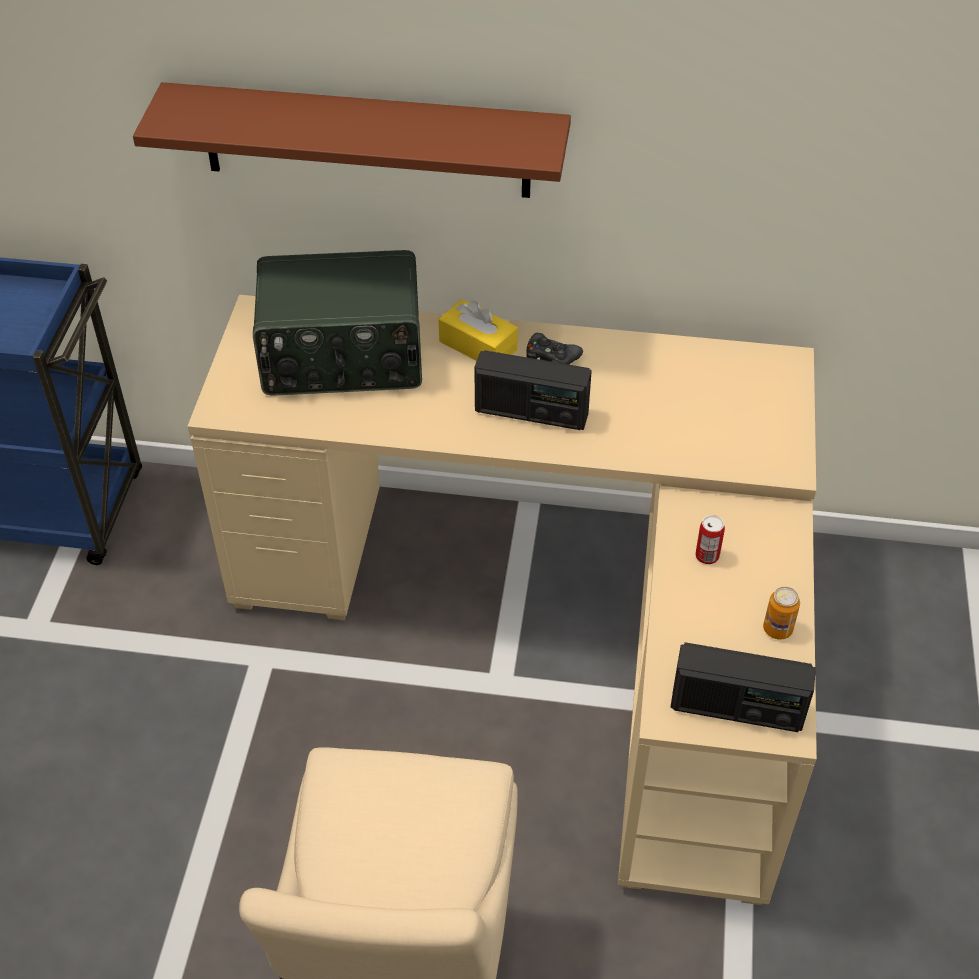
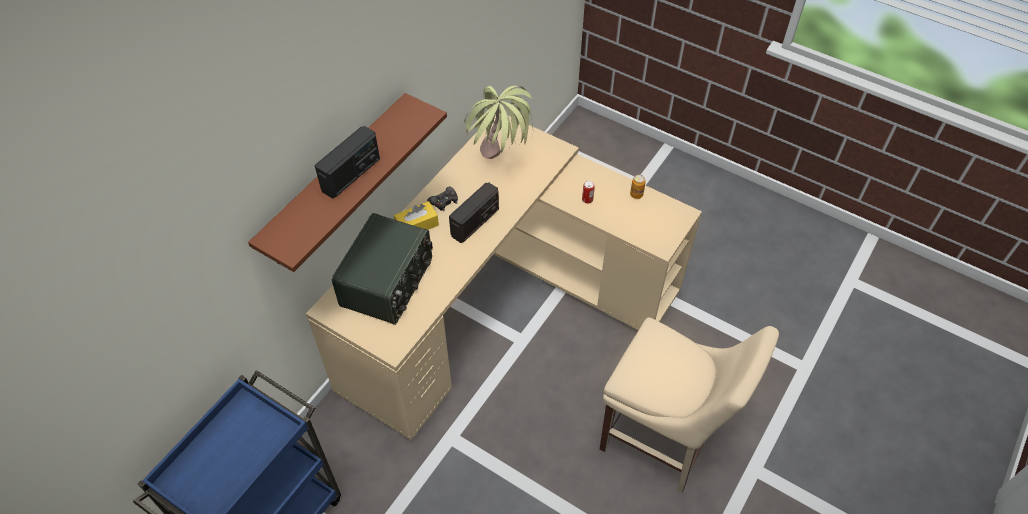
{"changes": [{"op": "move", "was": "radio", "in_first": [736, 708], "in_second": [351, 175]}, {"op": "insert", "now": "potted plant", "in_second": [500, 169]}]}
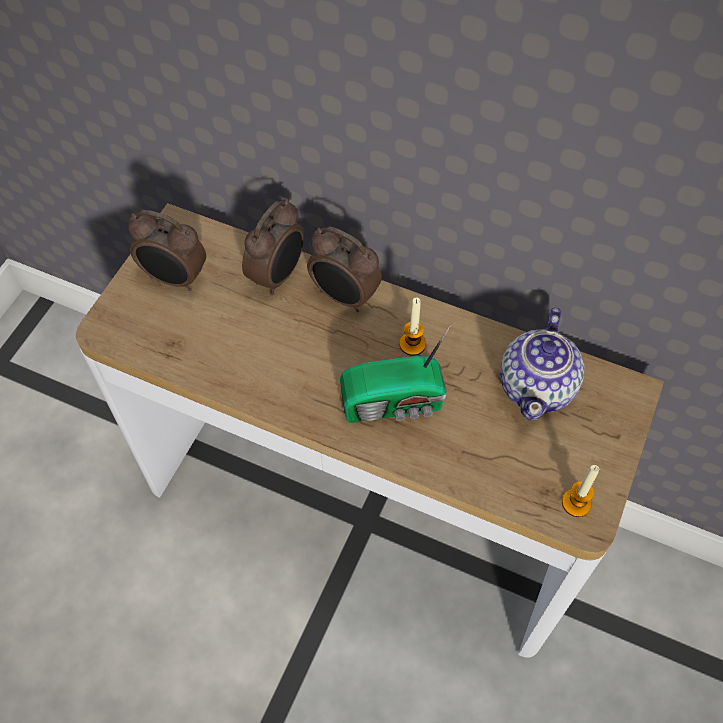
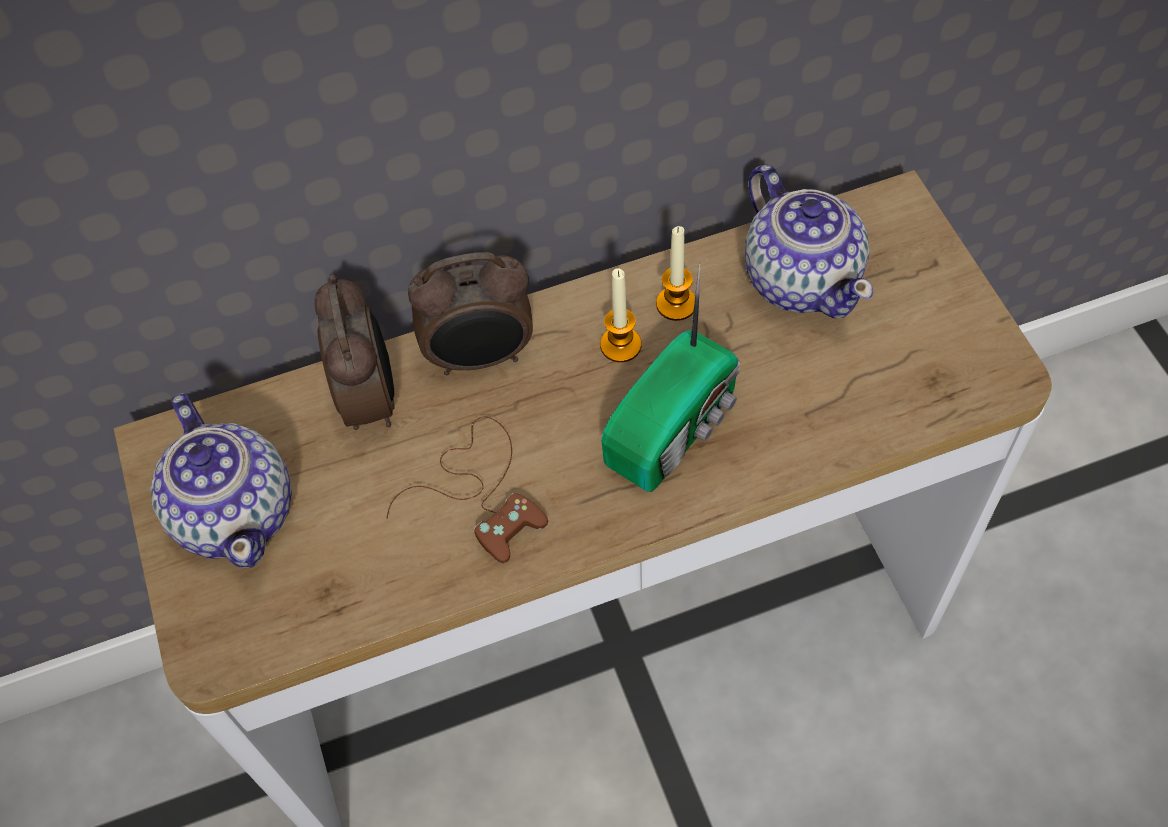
{"changes": [{"op": "replace", "was": "alarm clock", "now": "teapot", "in_first": [175, 279], "in_second": [237, 511]}, {"op": "move", "was": "candle", "in_first": [576, 503], "in_second": [676, 304]}, {"op": "insert", "now": "game controller/brown", "in_second": [481, 490]}]}
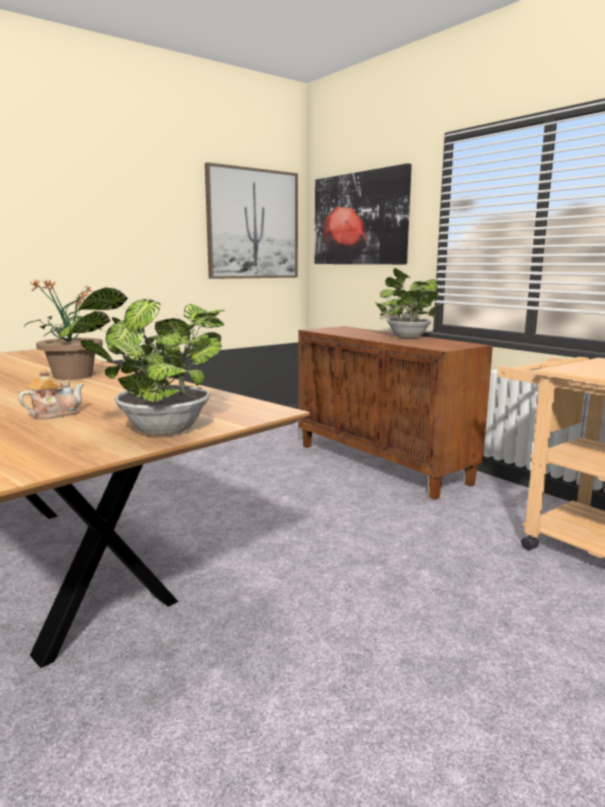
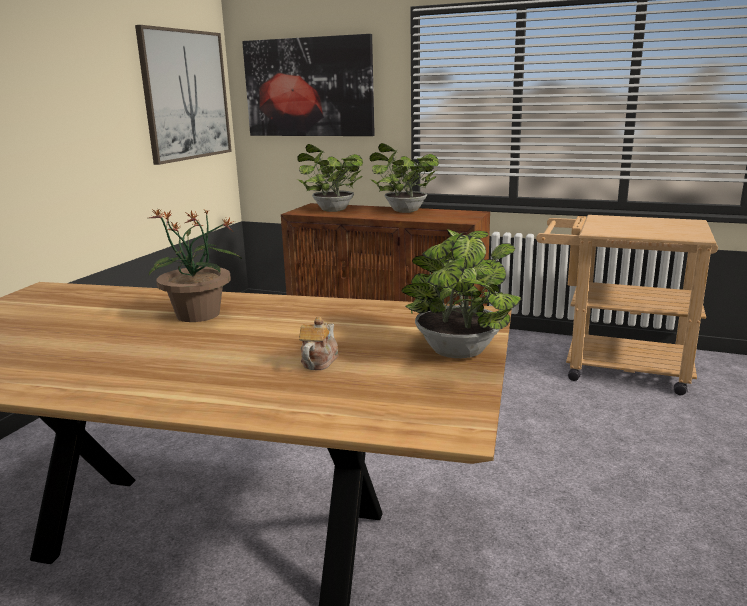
{"changes": [{"op": "insert", "now": "potted plant", "in_second": [331, 210]}]}
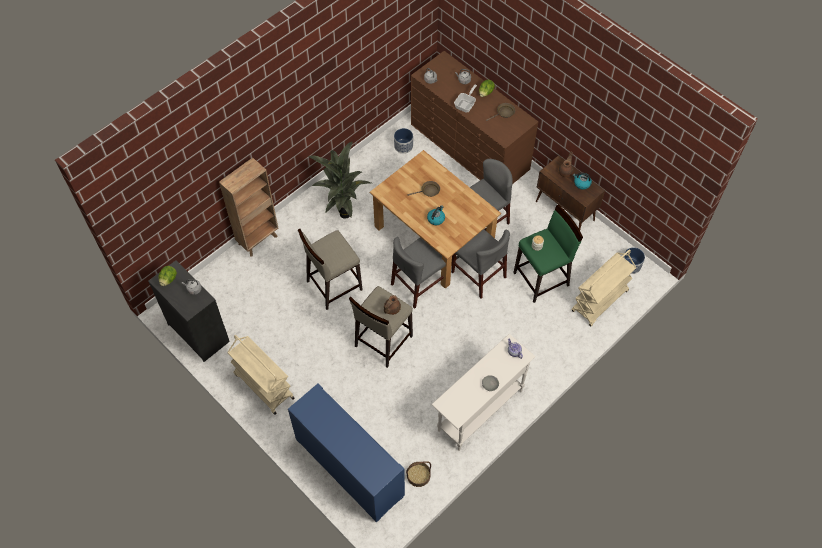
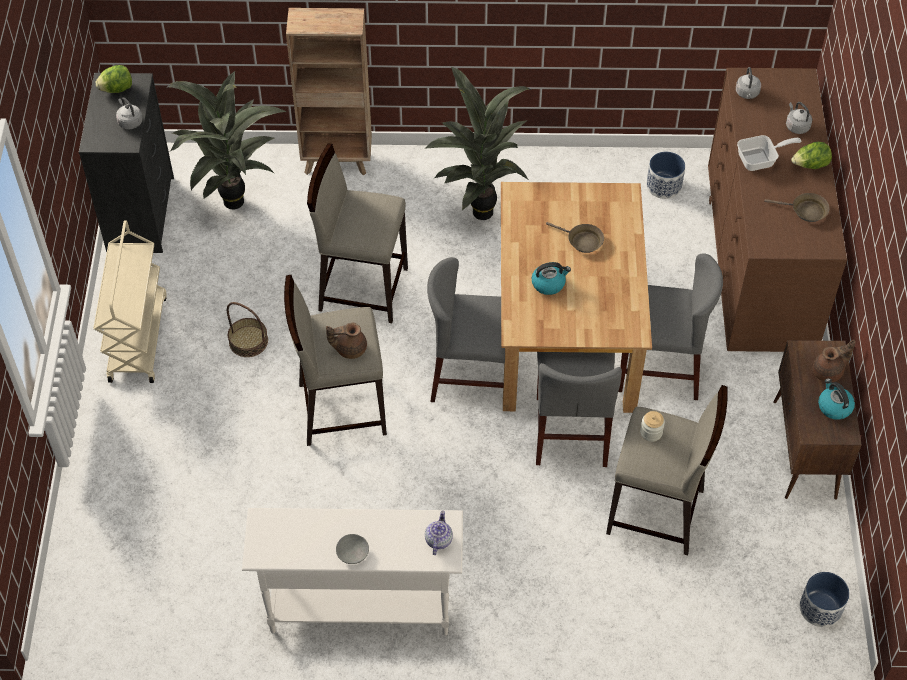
{"changes": [{"op": "delete", "was": "cabinet/blue", "in_first": [349, 467]}, {"op": "move", "was": "basket", "in_first": [418, 475], "in_second": [248, 341]}, {"op": "recolor", "was": "stool/green", "now": "stool/beige", "in_first": [542, 279], "in_second": [656, 513]}, {"op": "delete", "was": "cart/beige", "in_first": [600, 301]}, {"op": "insert", "now": "potted plant", "in_second": [234, 205]}]}
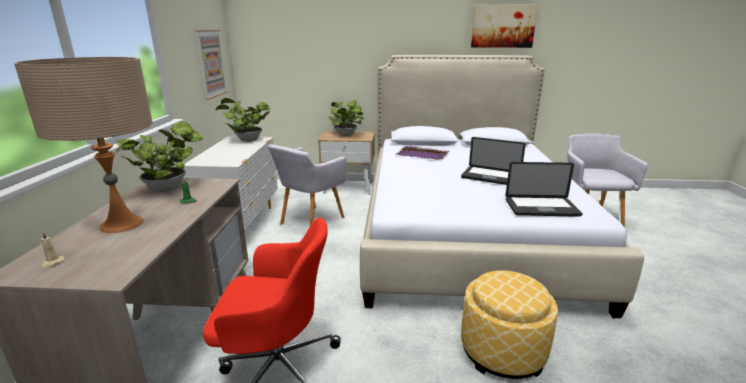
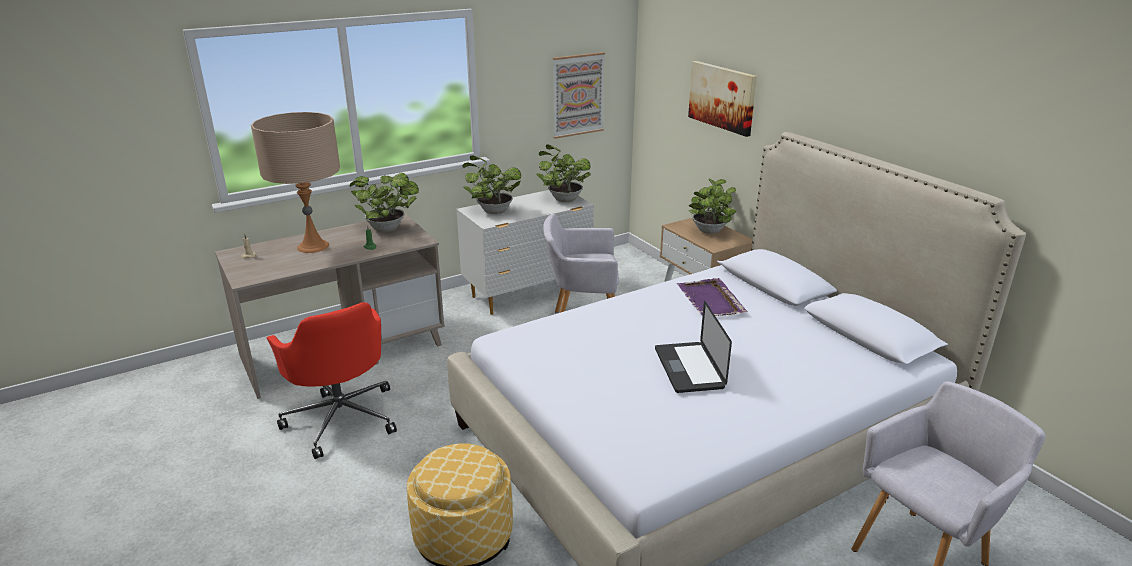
{"changes": [{"op": "move", "was": "picture", "in_first": [503, 26], "in_second": [722, 97]}, {"op": "delete", "was": "laptop", "in_first": [541, 208]}, {"op": "insert", "now": "potted plant", "in_second": [492, 211]}]}
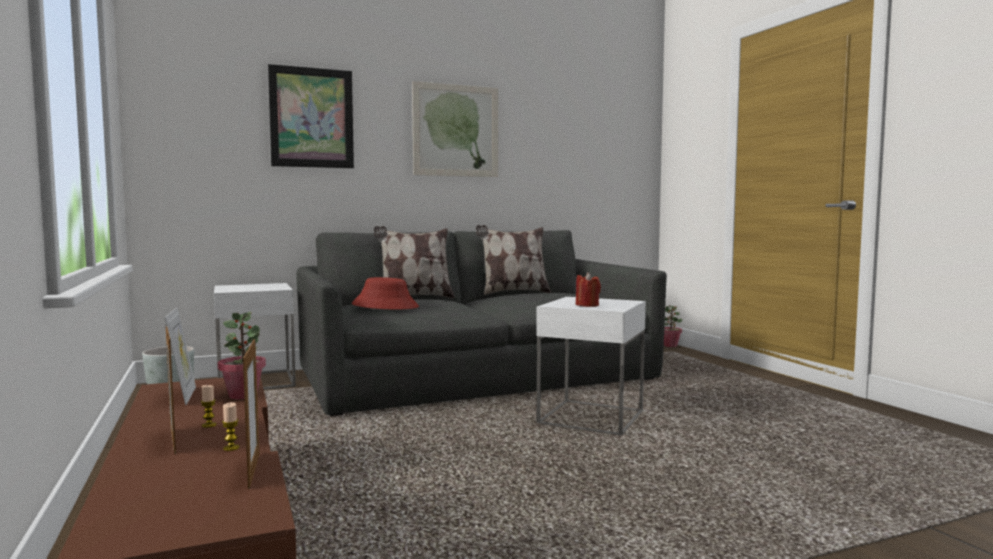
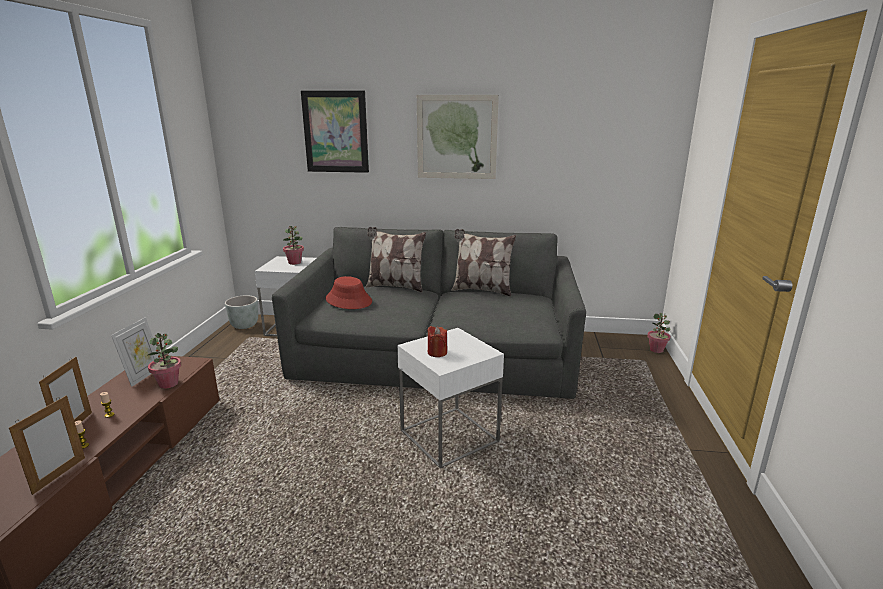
{"changes": [{"op": "insert", "now": "potted plant", "in_second": [295, 262]}]}
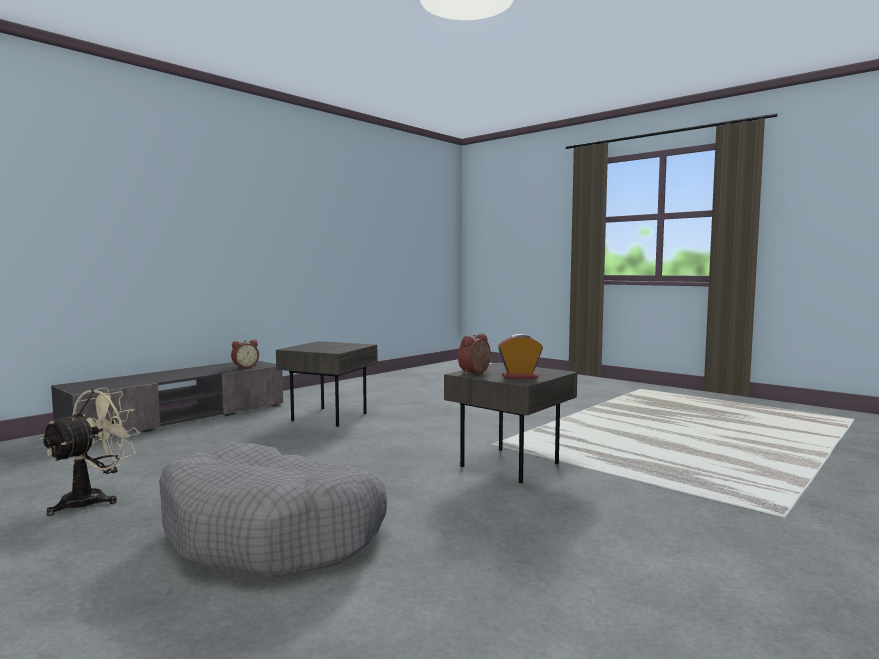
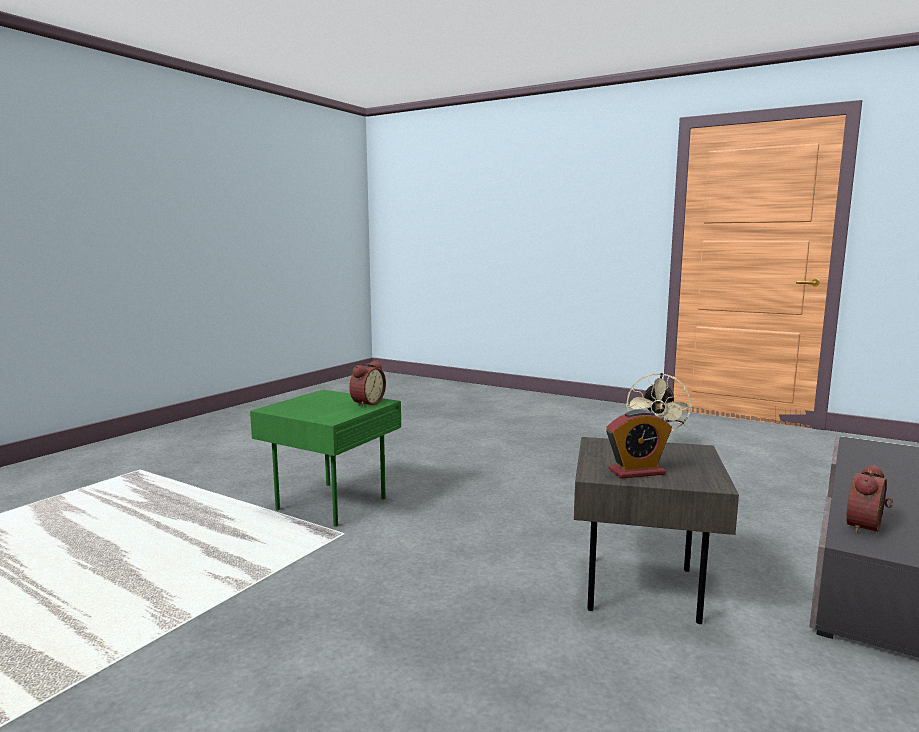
{"changes": [{"op": "delete", "was": "dog bed/grey", "in_first": [273, 533]}, {"op": "recolor", "was": "side table/grey", "now": "side table/green", "in_first": [510, 466], "in_second": [331, 502]}, {"op": "move", "was": "alarm clock", "in_first": [519, 377], "in_second": [636, 472]}]}
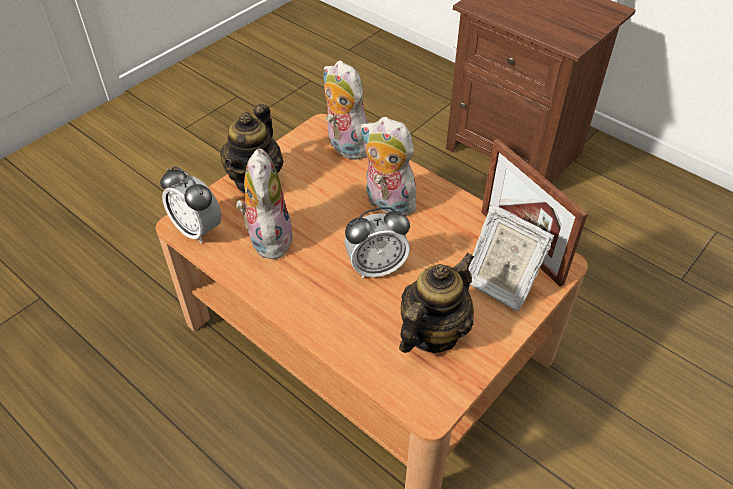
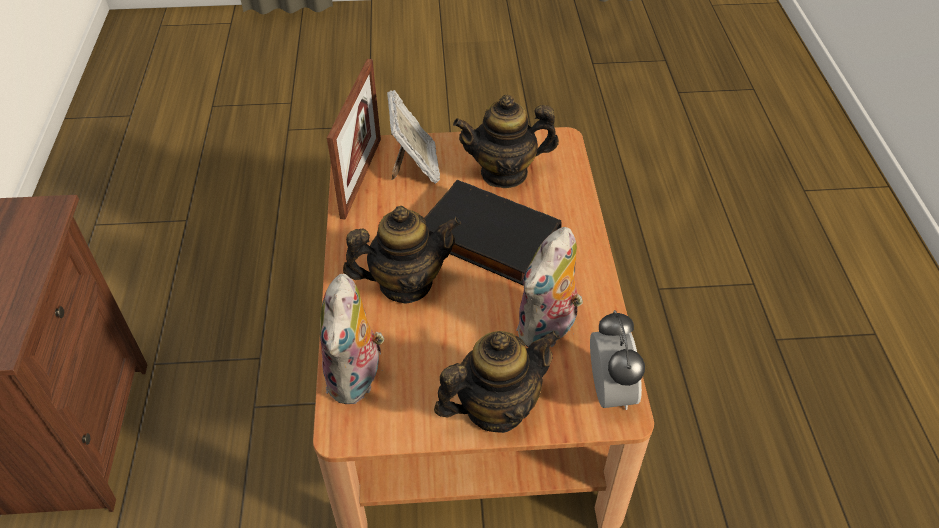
{"changes": [{"op": "replace", "was": "alarm clock", "now": "book/black", "in_first": [376, 267], "in_second": [486, 238]}, {"op": "replace", "was": "plush toy", "now": "teapot", "in_first": [386, 203], "in_second": [405, 284]}]}
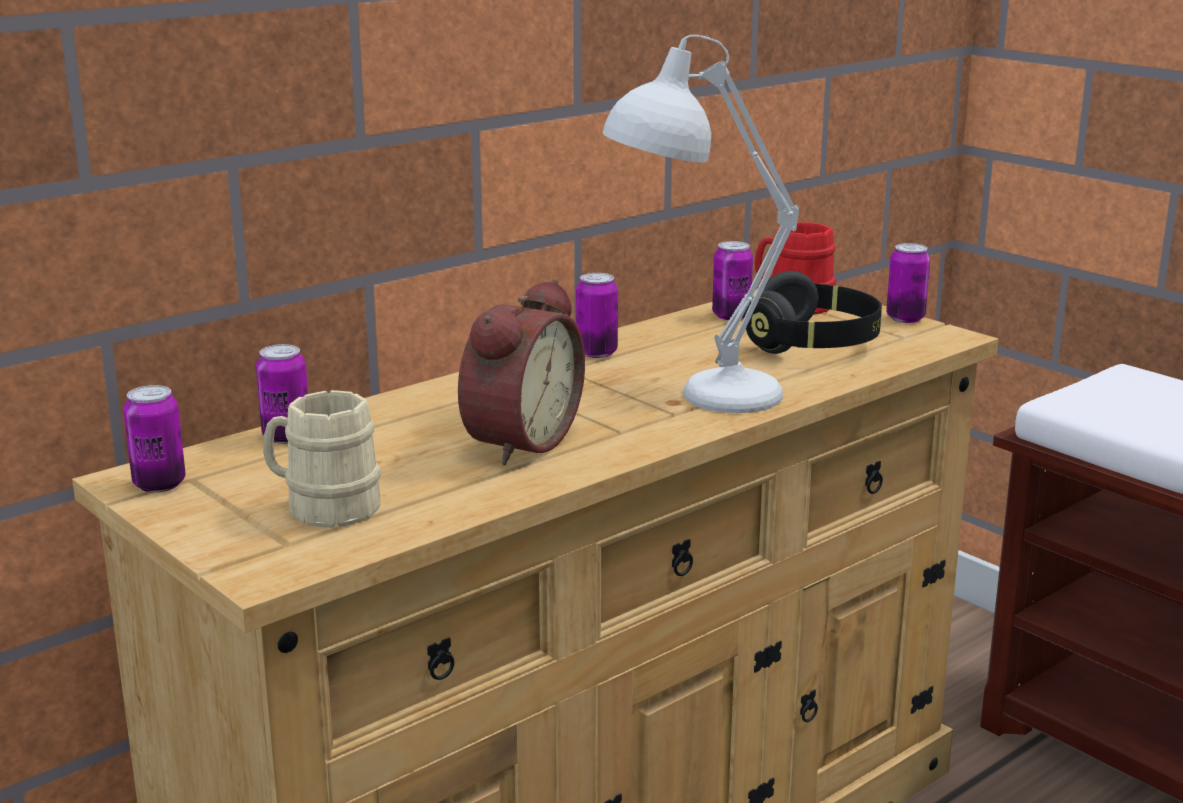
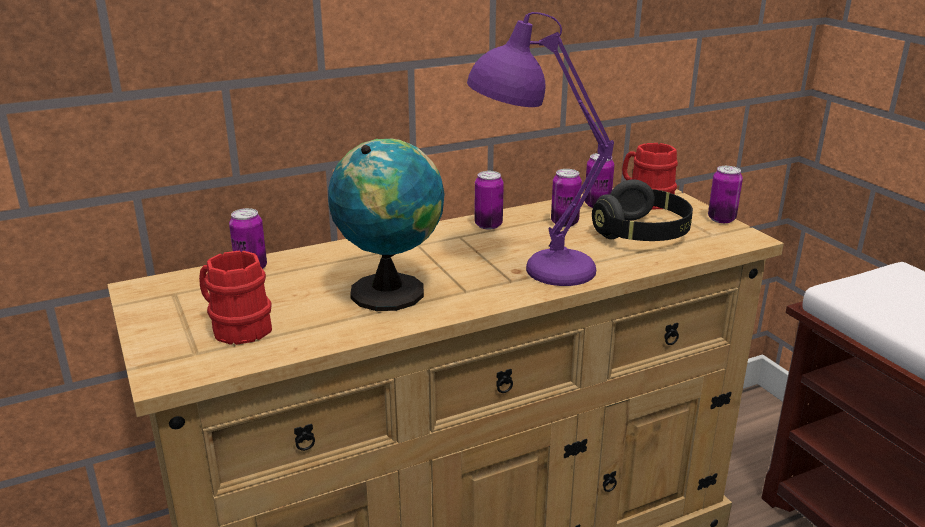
{"changes": [{"op": "move", "was": "can", "in_first": [159, 484], "in_second": [564, 222]}, {"op": "recolor", "was": "mug/beige", "now": "mug/red", "in_first": [322, 508], "in_second": [235, 327]}, {"op": "replace", "was": "alarm clock", "now": "globe", "in_first": [516, 442], "in_second": [391, 290]}, {"op": "recolor", "was": "table lamp/white", "now": "table lamp/purple", "in_first": [691, 398], "in_second": [530, 269]}]}
